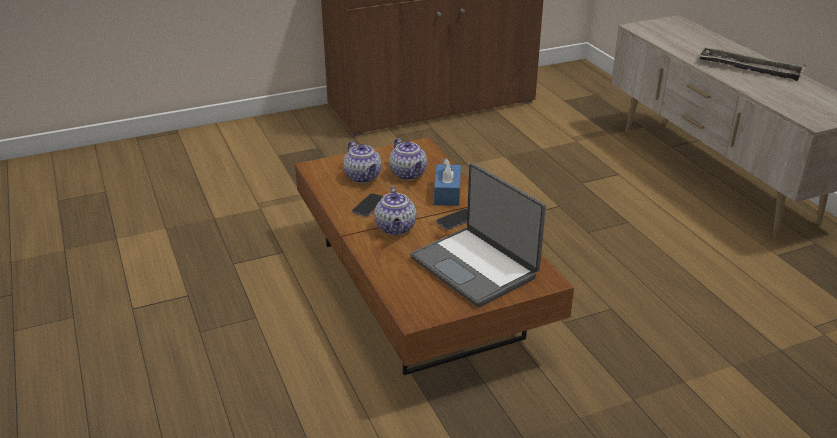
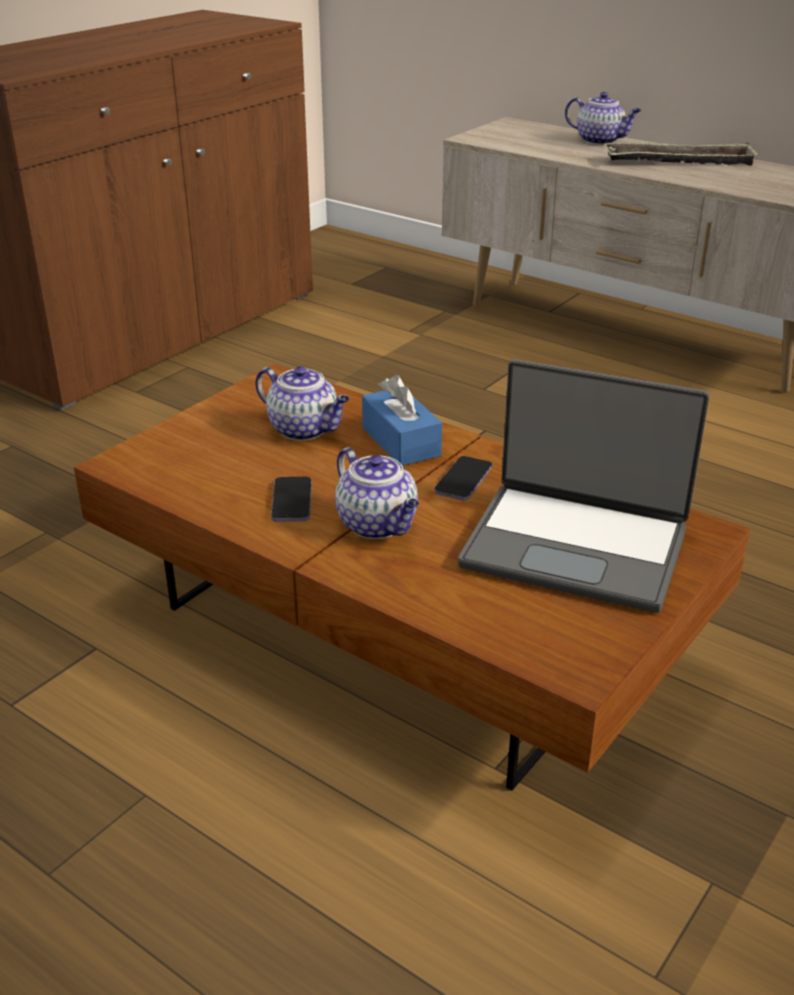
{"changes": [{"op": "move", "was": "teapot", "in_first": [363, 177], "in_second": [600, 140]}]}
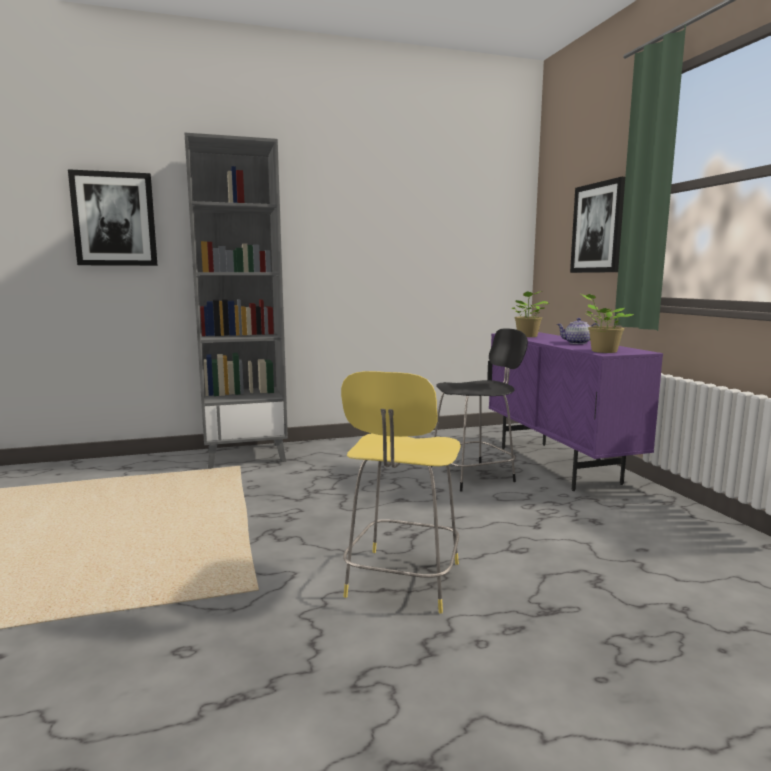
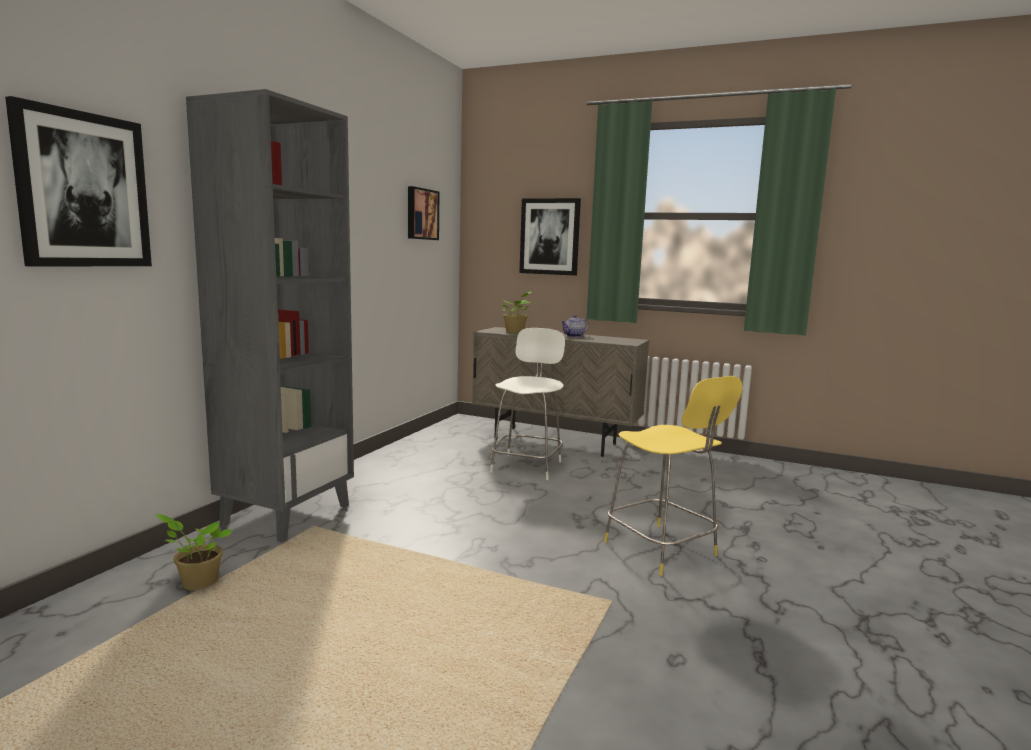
{"changes": [{"op": "recolor", "was": "stool/black", "now": "stool/white", "in_first": [474, 476], "in_second": [527, 466]}, {"op": "recolor", "was": "cabinet/purple", "now": "cabinet/beige", "in_first": [557, 465], "in_second": [555, 442]}, {"op": "move", "was": "potted plant", "in_first": [602, 351], "in_second": [197, 583]}, {"op": "insert", "now": "picture", "in_second": [421, 214]}]}
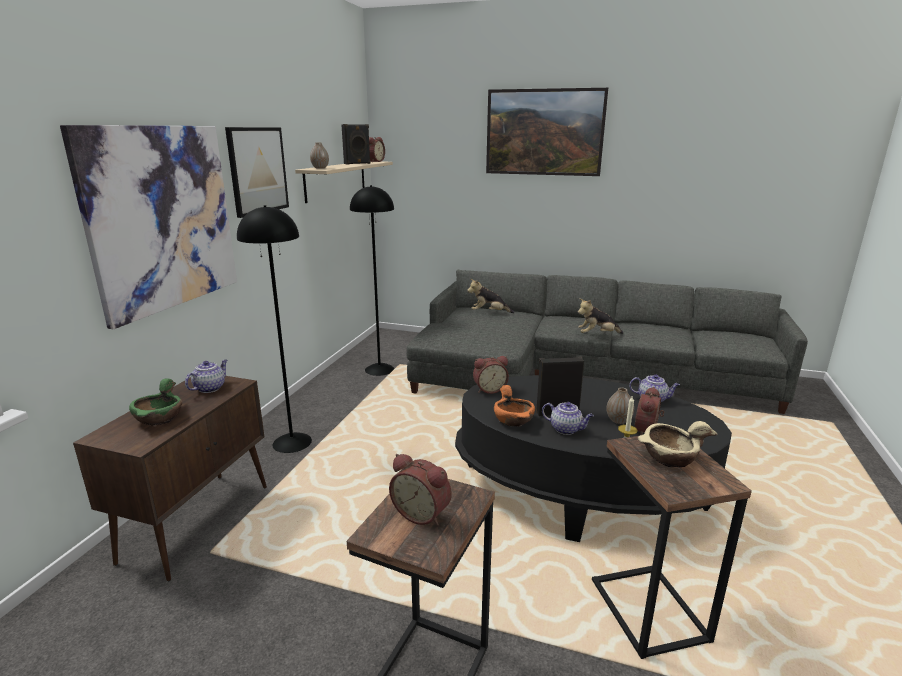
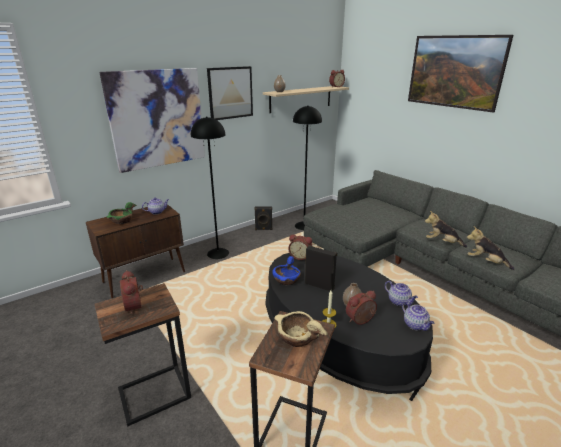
{"changes": [{"op": "move", "was": "speaker/black", "in_first": [357, 163], "in_second": [263, 229]}, {"op": "move", "was": "plush toy", "in_first": [489, 313], "in_second": [485, 262]}, {"op": "recolor", "was": "bowl/orange", "now": "bowl/blue", "in_first": [513, 420], "in_second": [286, 280]}, {"op": "move", "was": "teapot", "in_first": [566, 429], "in_second": [415, 325]}]}
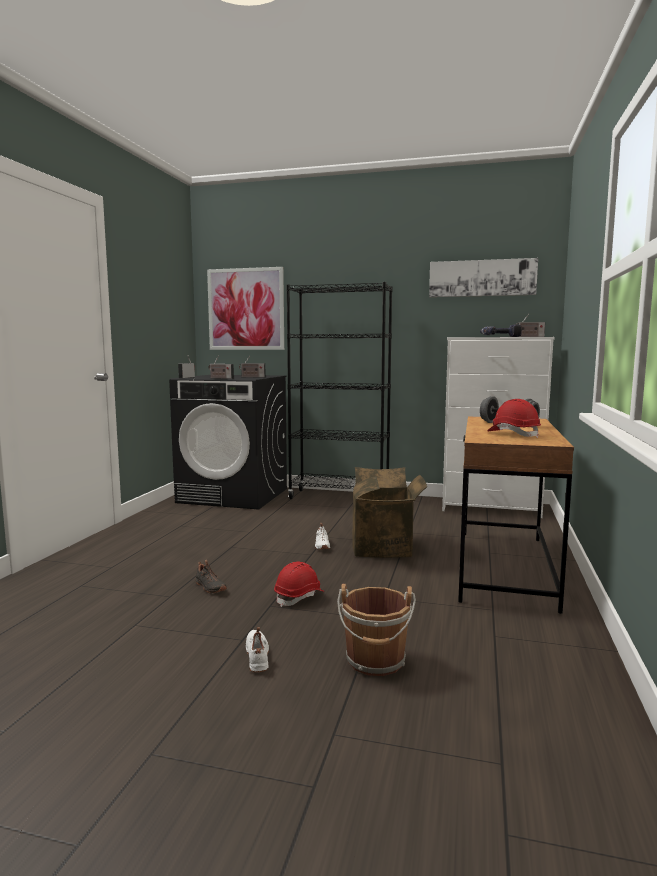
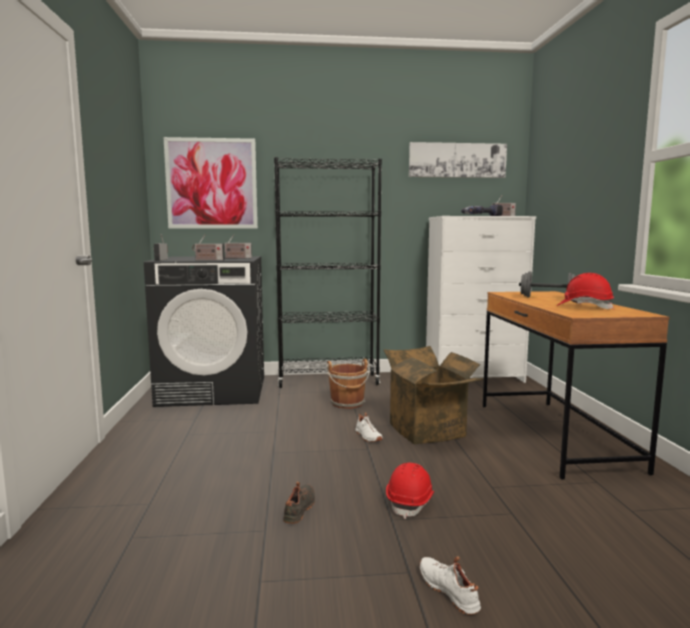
{"changes": [{"op": "rotate", "was": "shoe/black", "in_first": [209, 587], "in_second": [300, 509], "clockwise": -105}, {"op": "move", "was": "bucket/brown", "in_first": [376, 662], "in_second": [348, 404]}]}
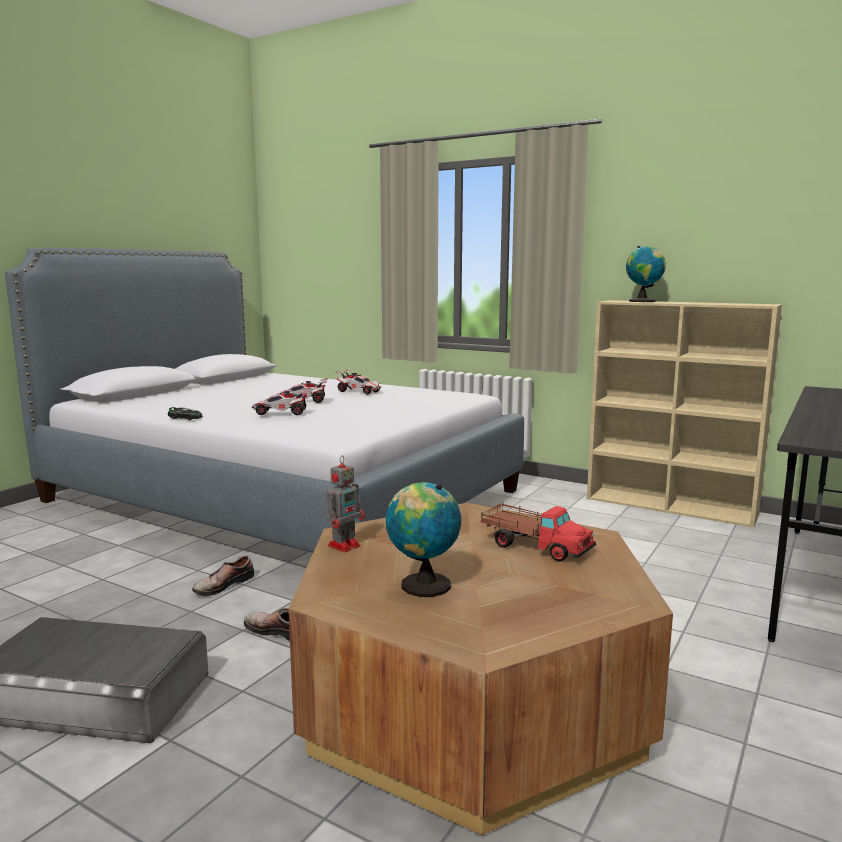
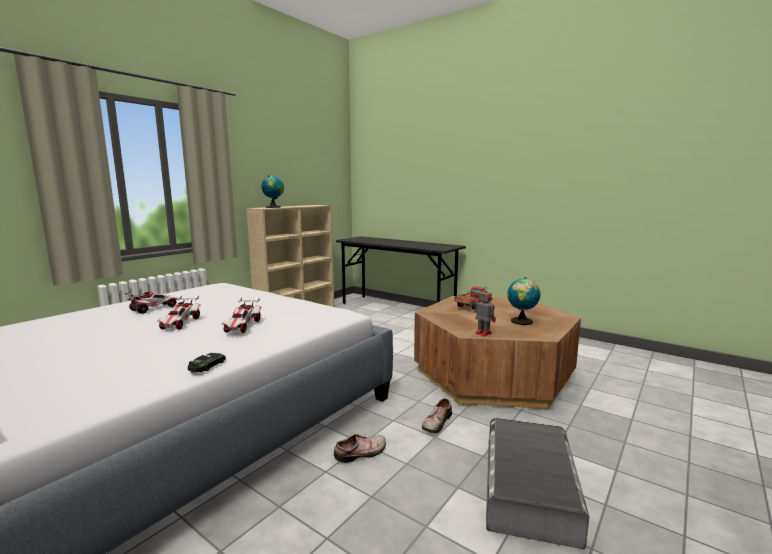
{"changes": [{"op": "rotate", "was": "shoe", "in_first": [222, 585], "in_second": [361, 453], "clockwise": -75}]}
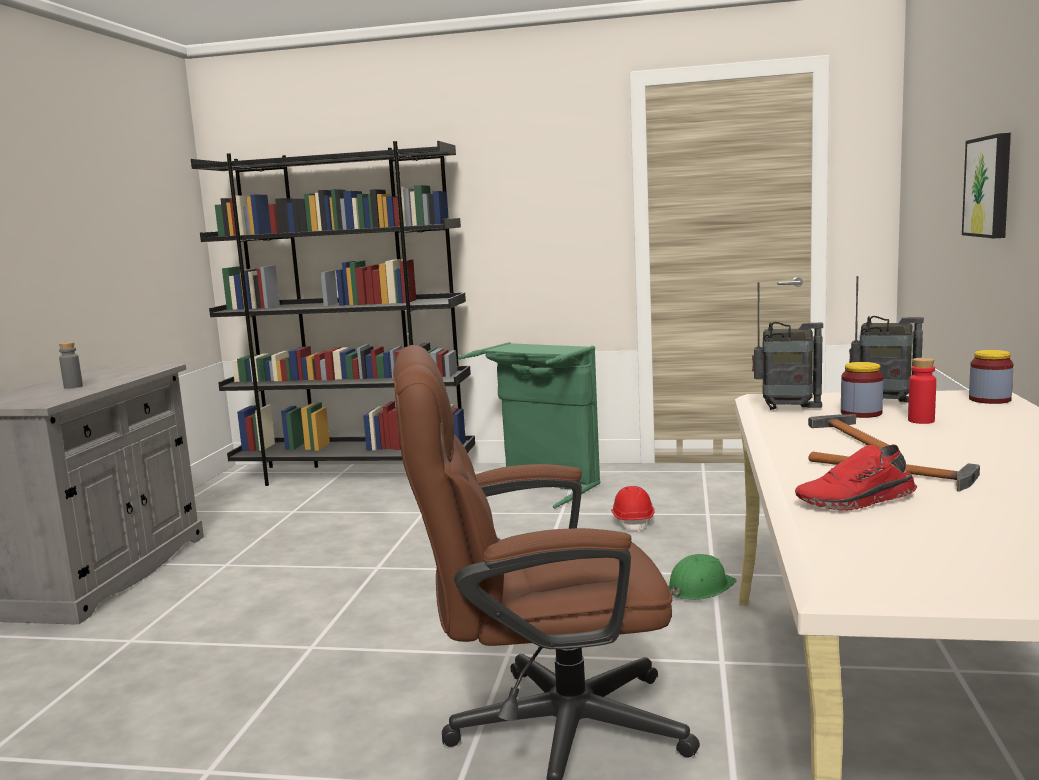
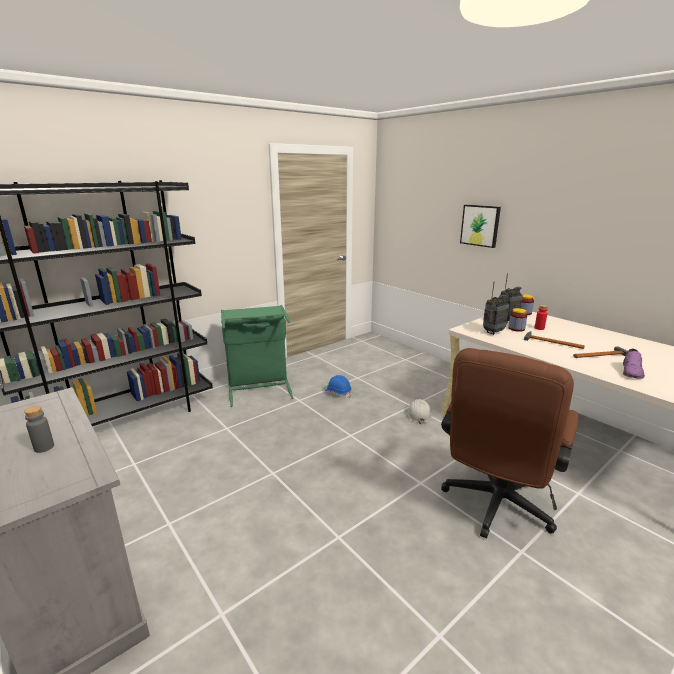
{"changes": [{"op": "recolor", "was": "hard hat/red", "now": "hard hat/blue", "in_first": [633, 522], "in_second": [338, 393]}, {"op": "recolor", "was": "hard hat/green", "now": "hard hat/white", "in_first": [700, 588], "in_second": [419, 414]}, {"op": "recolor", "was": "shoe/red", "now": "shoe/purple", "in_first": [857, 502], "in_second": [632, 372]}]}
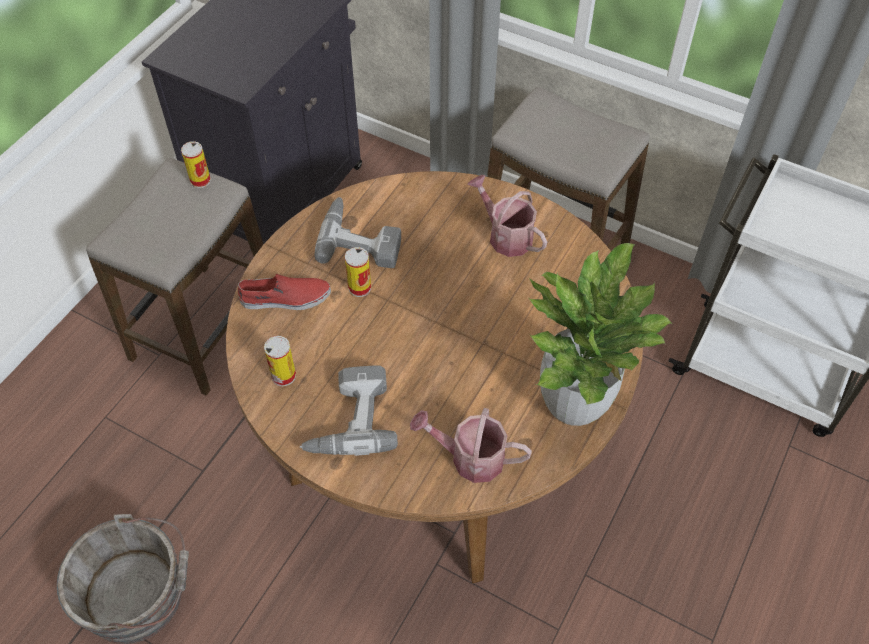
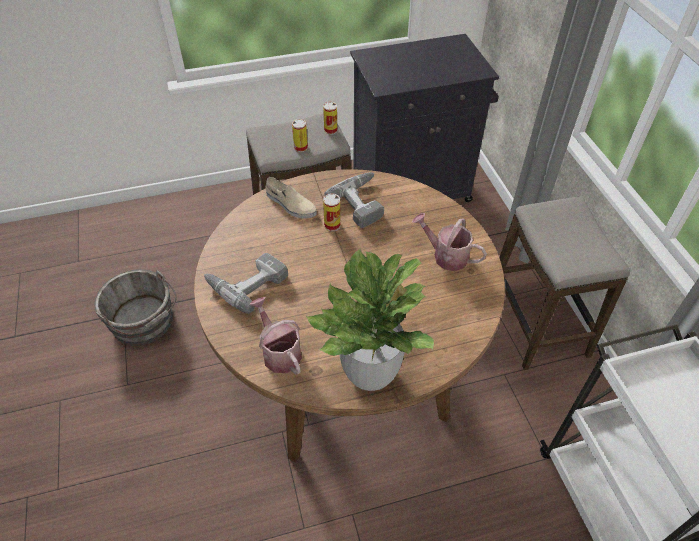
{"changes": [{"op": "recolor", "was": "shoe/red", "now": "shoe/beige", "in_first": [285, 298], "in_second": [290, 204]}, {"op": "move", "was": "can", "in_first": [283, 376], "in_second": [300, 147]}, {"op": "rotate", "was": "watering can", "in_first": [506, 235], "in_second": [446, 256], "clockwise": -60}]}
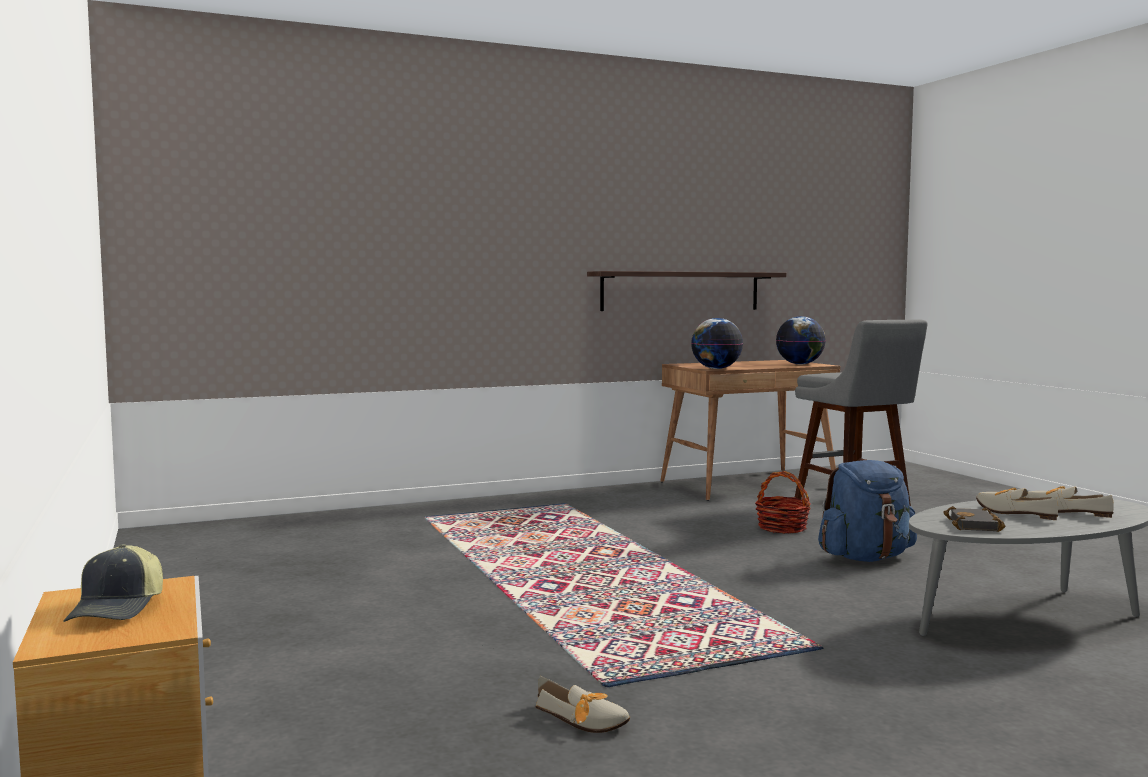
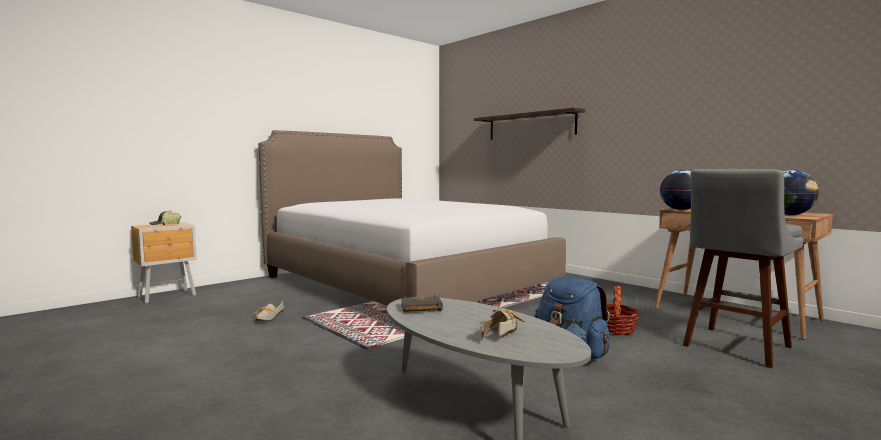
{"changes": [{"op": "move", "was": "shelf", "in_first": [681, 291], "in_second": [530, 126]}, {"op": "delete", "was": "shoe", "in_first": [1012, 512]}, {"op": "insert", "now": "bed", "in_second": [404, 284]}]}
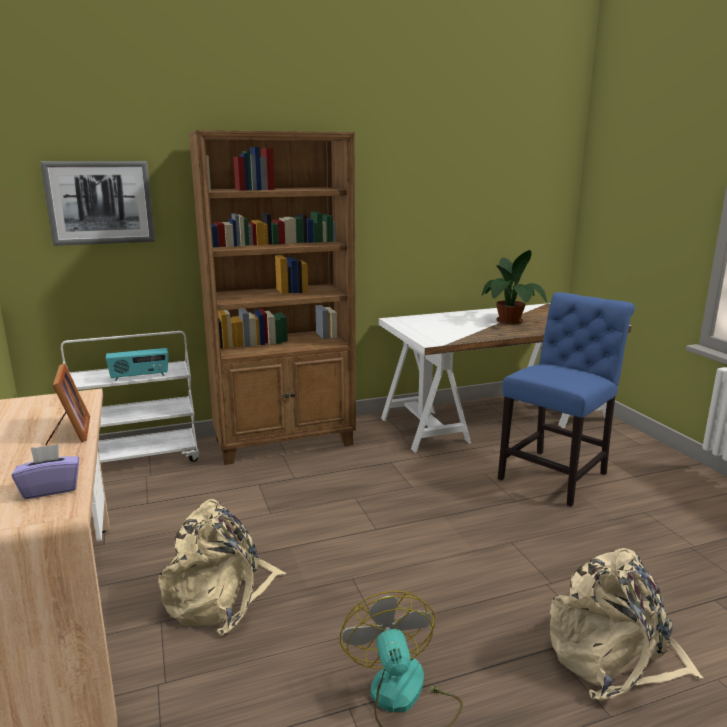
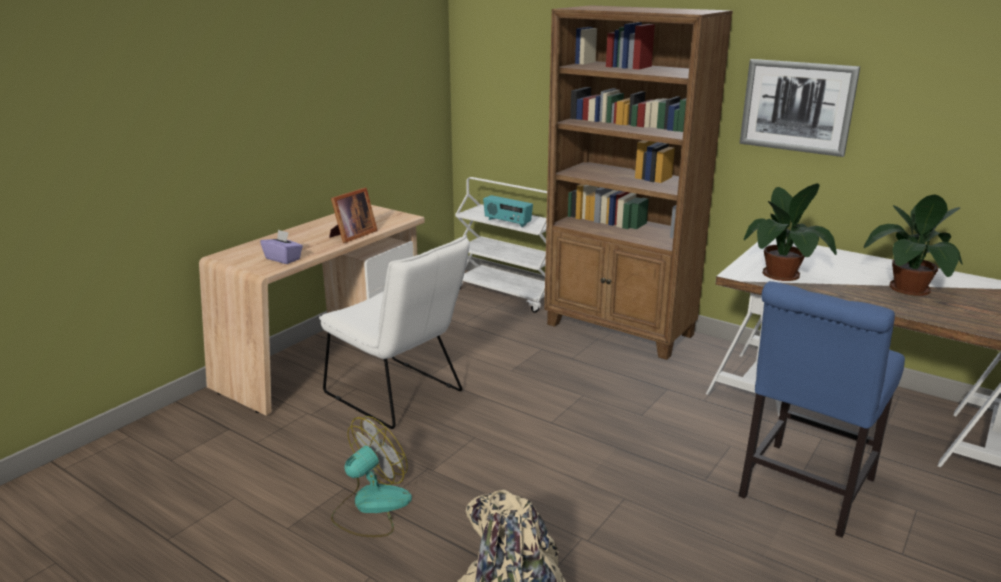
{"changes": [{"op": "move", "was": "picture", "in_first": [100, 202], "in_second": [797, 106]}, {"op": "replace", "was": "backpack/beige", "now": "chair/white", "in_first": [221, 596], "in_second": [399, 396]}, {"op": "rotate", "was": "chair/blue", "in_first": [556, 475], "in_second": [803, 491], "clockwise": 120}, {"op": "insert", "now": "potted plant", "in_second": [781, 275]}]}
